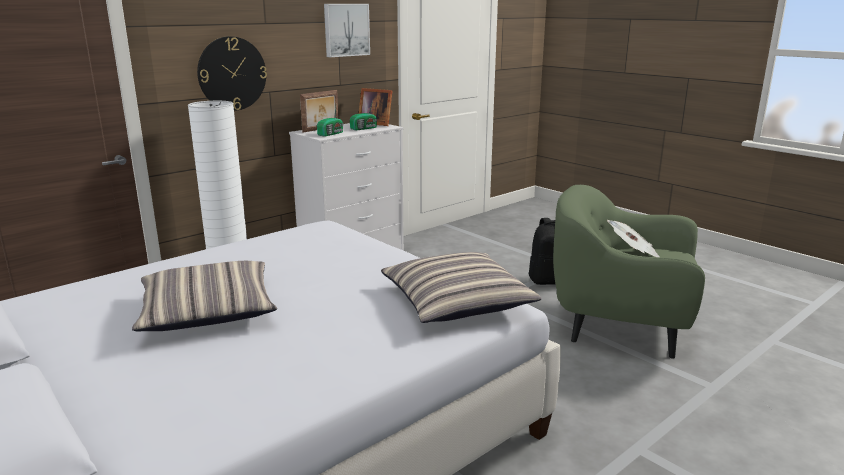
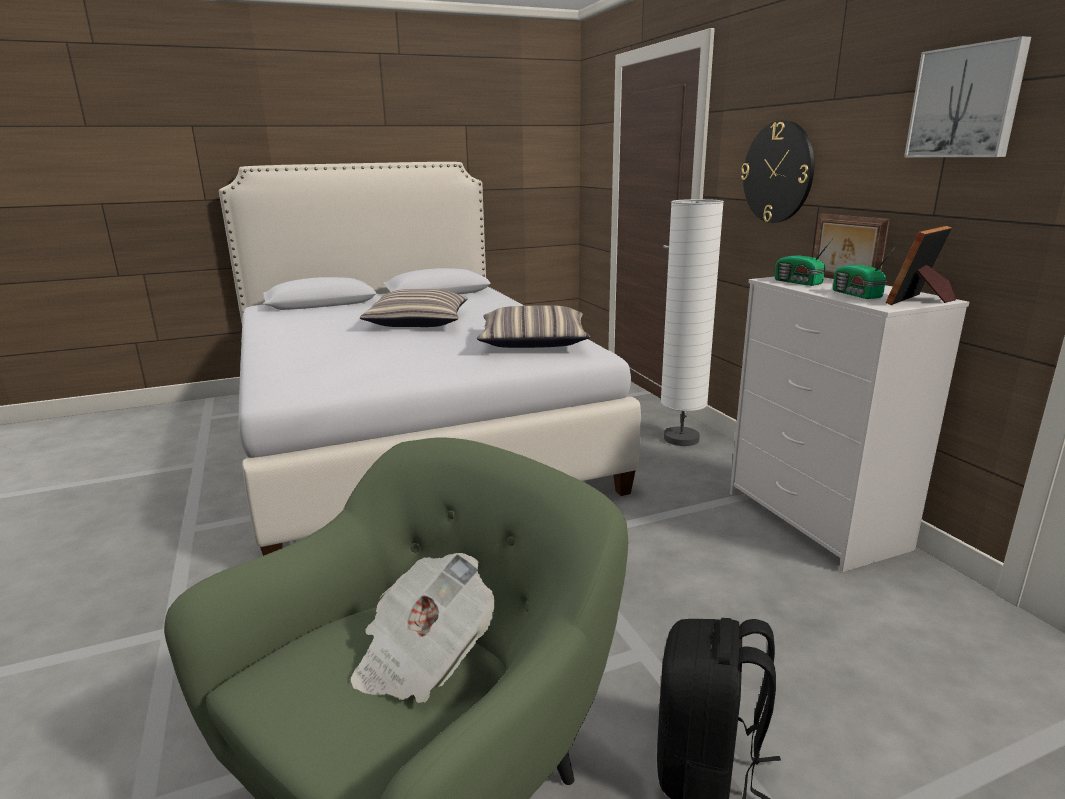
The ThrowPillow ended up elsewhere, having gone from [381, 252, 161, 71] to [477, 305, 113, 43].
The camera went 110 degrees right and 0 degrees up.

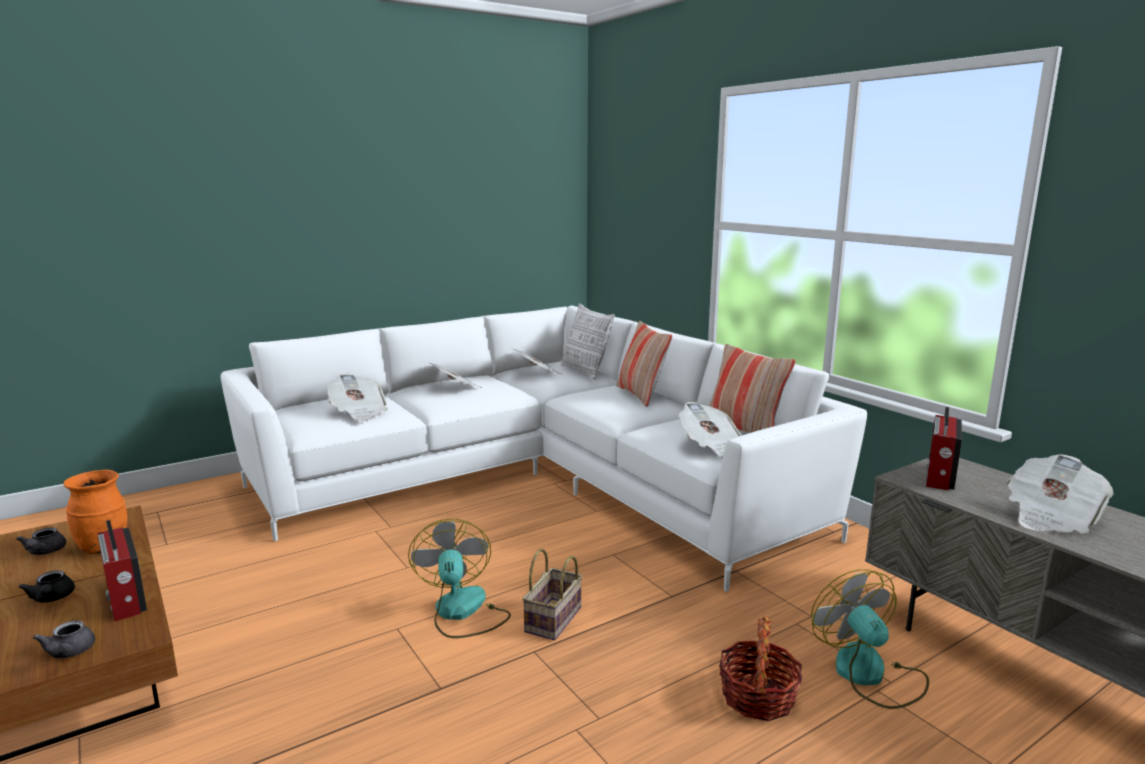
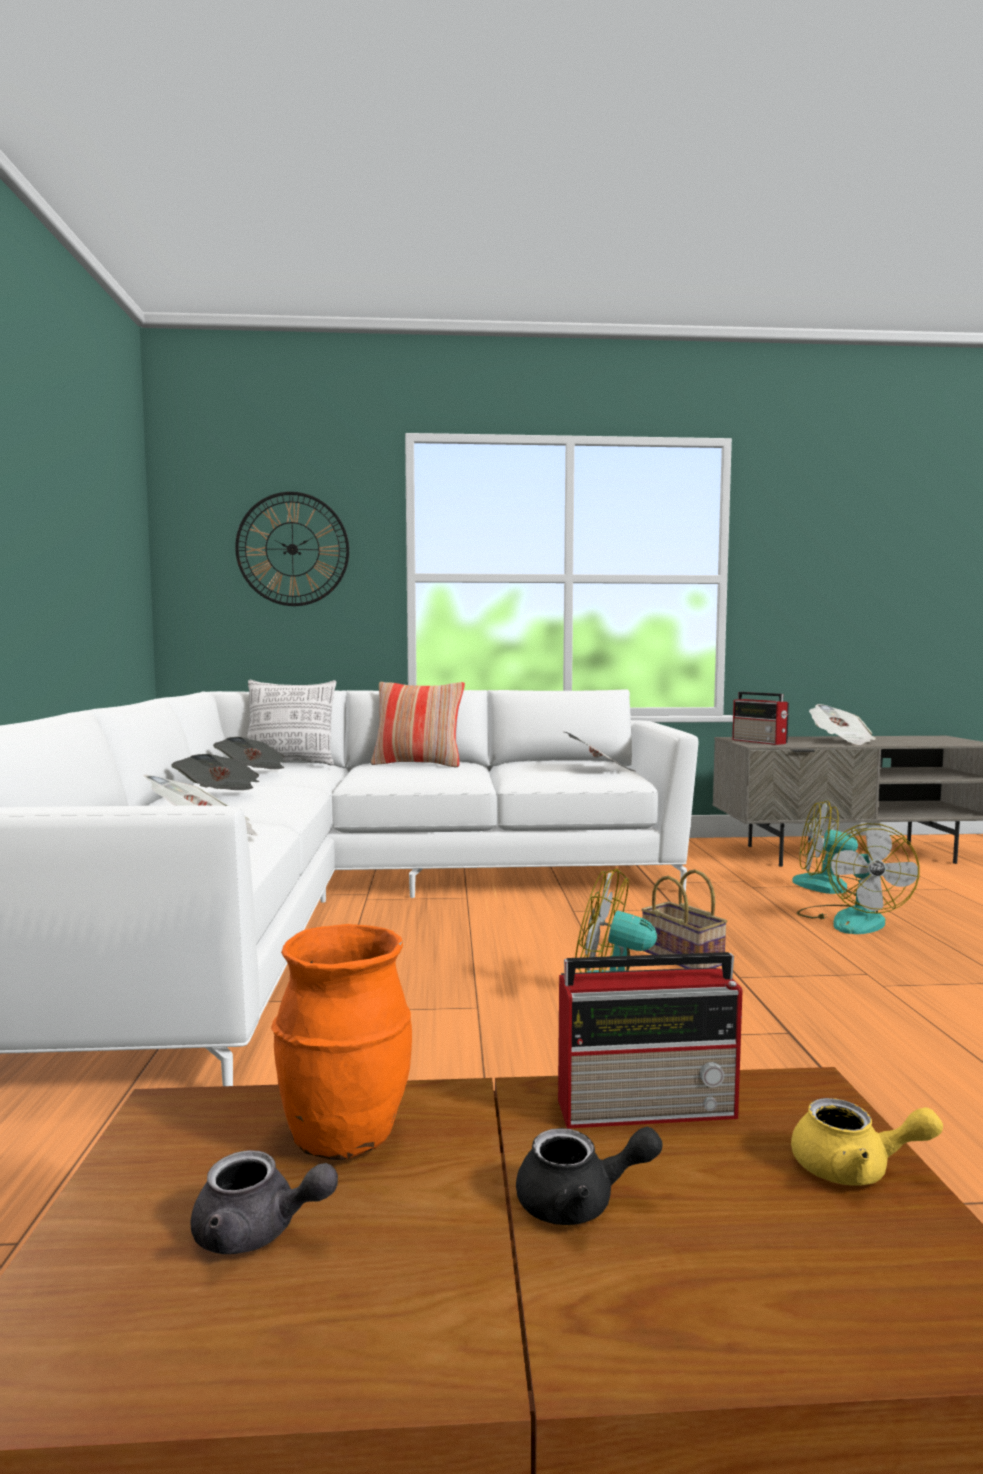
What was the GreyishPotForTea at [33, 621, 62, 37] turned into the YellowColouredPotForTea at [791, 1098, 152, 88].
The second view lost the ThrowPillow at [709, 344, 86, 89].
Where the Basket stood at [719, 617, 84, 104], the CoolingFan came to stand at [797, 823, 122, 111].
The second view gained the HangingClock at [235, 492, 114, 114].
The camera went 60 degrees left and 10 degrees down.

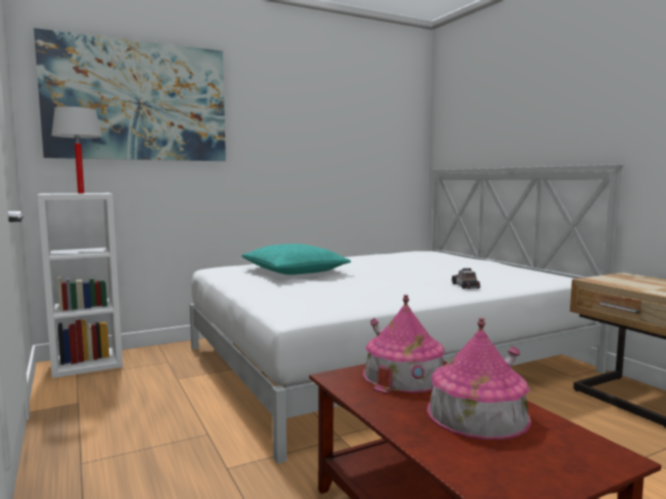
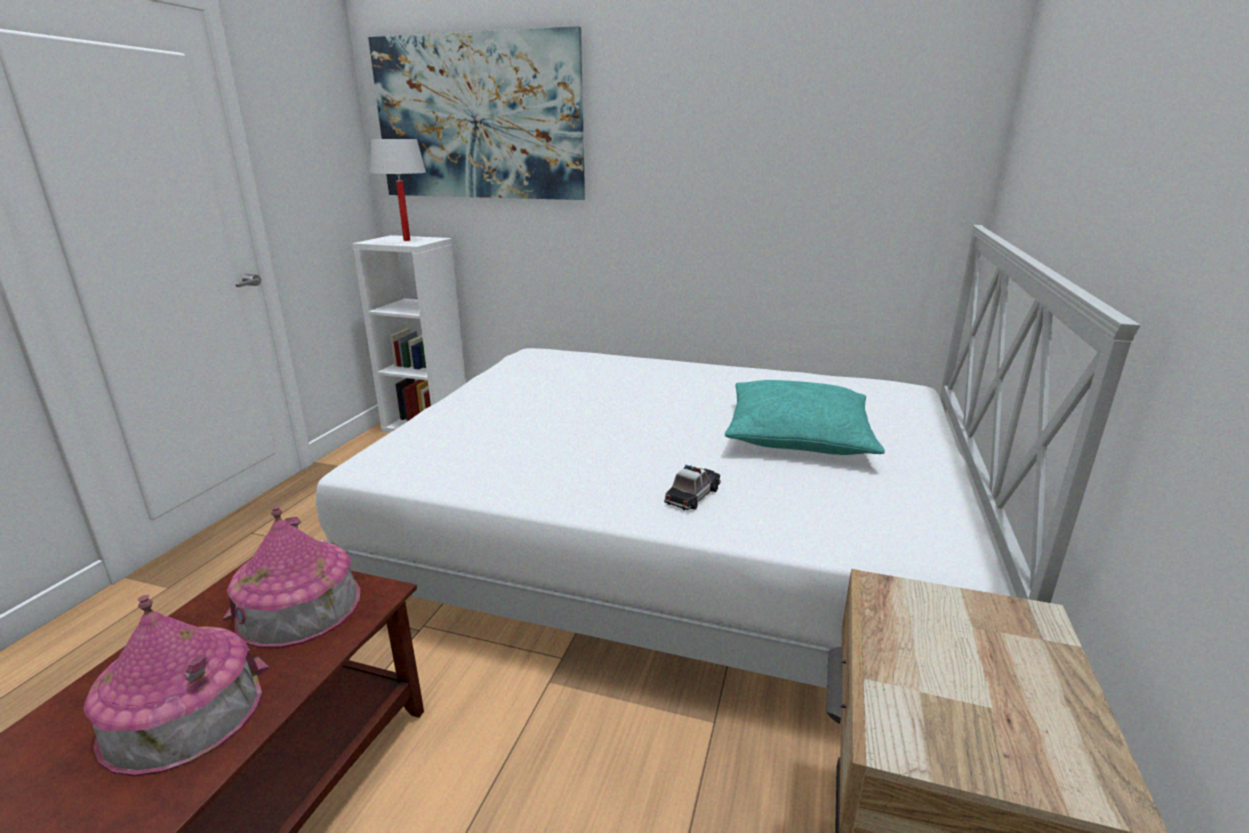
The TurquoiseColouredThrowPillow ended up elsewhere, having gone from [242, 244, 109, 31] to [725, 380, 160, 75].
The camera went 45 degrees right and 15 degrees up.

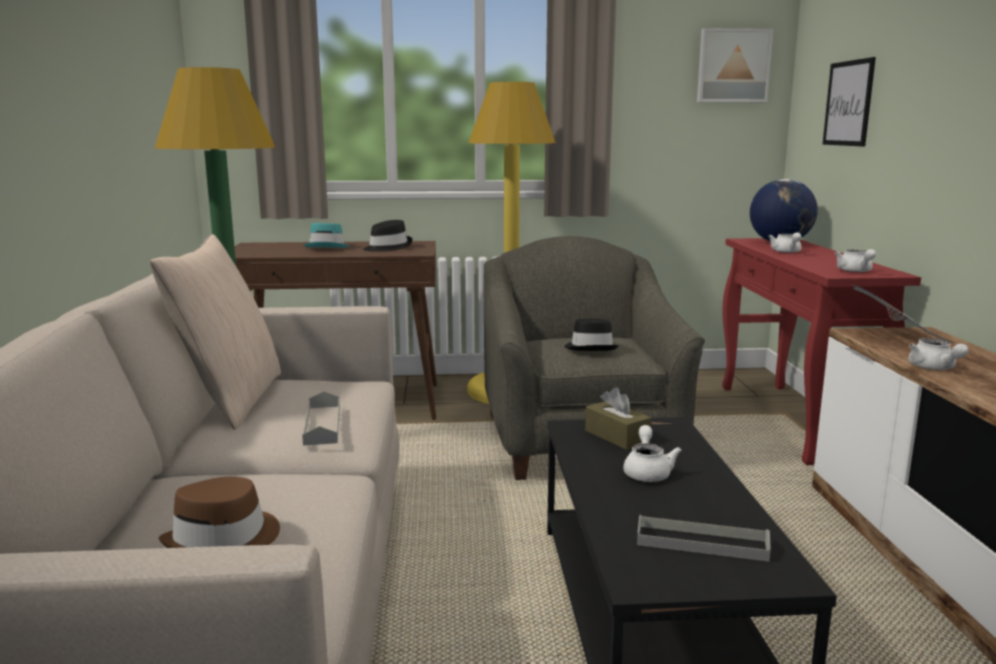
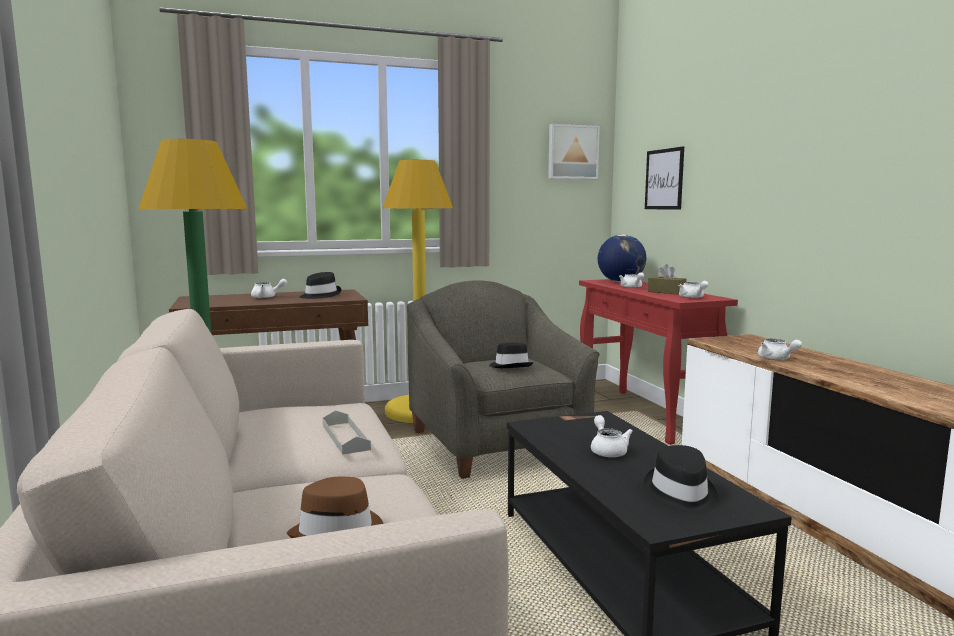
The second view lost the SandColouredThrowPillow at [149, 234, 132, 196].
Where the TurquoiseColouredHat stood at [304, 223, 45, 25], the WhitishPotForTea came to stand at [251, 279, 36, 19].
The BrownBoxOfTissues ended up elsewhere, having gone from [585, 387, 66, 63] to [648, 264, 39, 31].
Where the GreyishCarryingTray stood at [637, 515, 134, 47], the BlackishHat came to stand at [644, 445, 75, 69].
The second view lost the DailyPaper at [852, 285, 102, 58].
The camera went 15 degrees left and 5 degrees down.

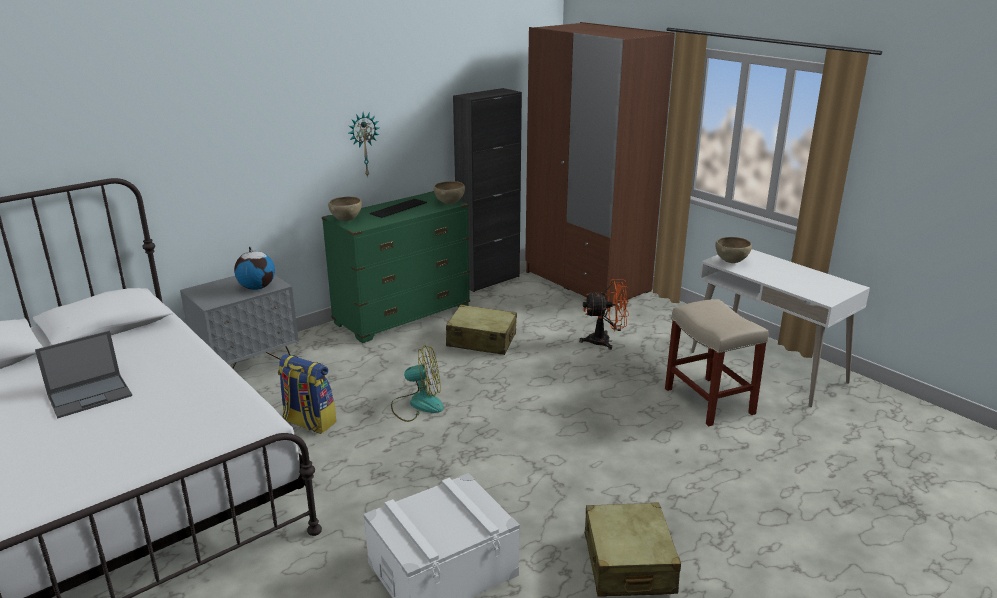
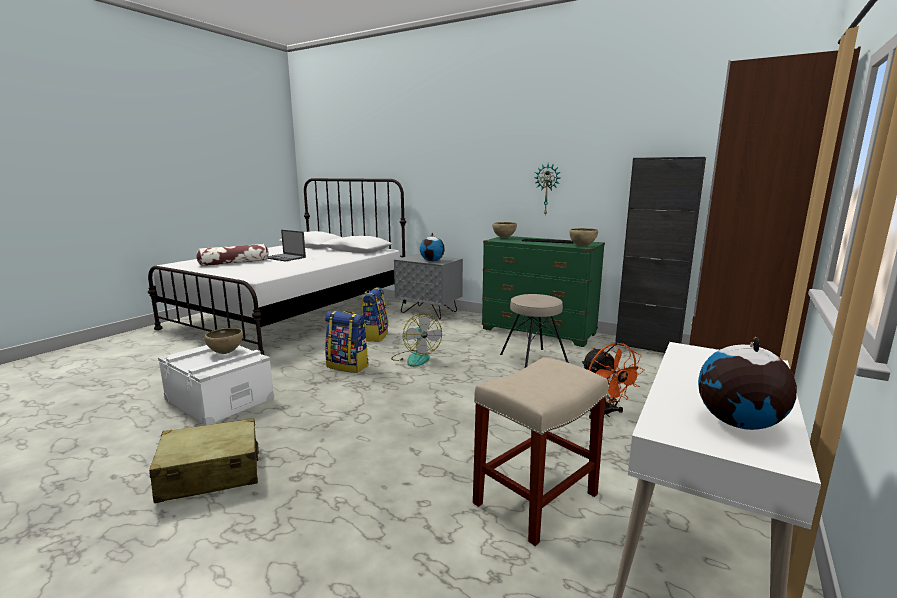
Where the SandColouredTravelCase stood at [446, 305, 71, 50], the SandColouredStoolSeat came to stand at [500, 294, 69, 74].
The BrownServingBowl ended up elsewhere, having gone from [715, 237, 37, 26] to [204, 328, 39, 26].
The second view gained the ThrowPillow at [196, 244, 73, 22].
The second view gained the Backpack at [325, 311, 44, 62].
The second view gained the DeskGlobe at [698, 337, 99, 93].
The camera went 70 degrees right and 10 degrees down.

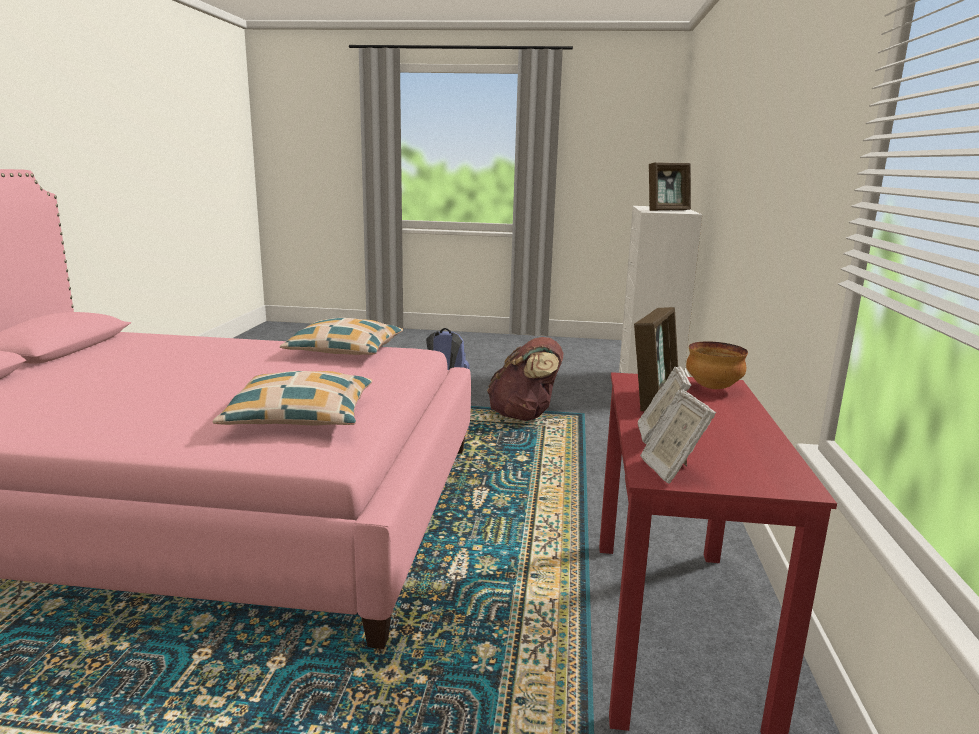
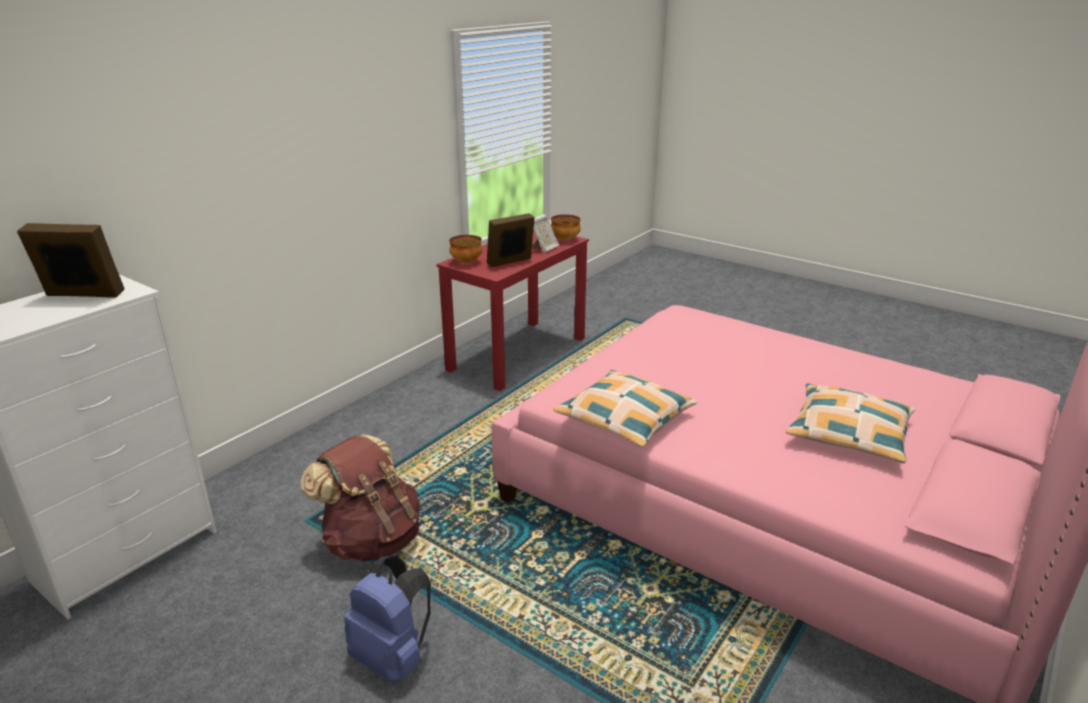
The ThrowPillow ended up elsewhere, having gone from [212, 371, 160, 54] to [786, 383, 129, 81].
Where the PictureFrame stood at [640, 389, 76, 95], the ServingBowl came to stand at [551, 215, 30, 26].
The camera went 150 degrees left and 10 degrees up.

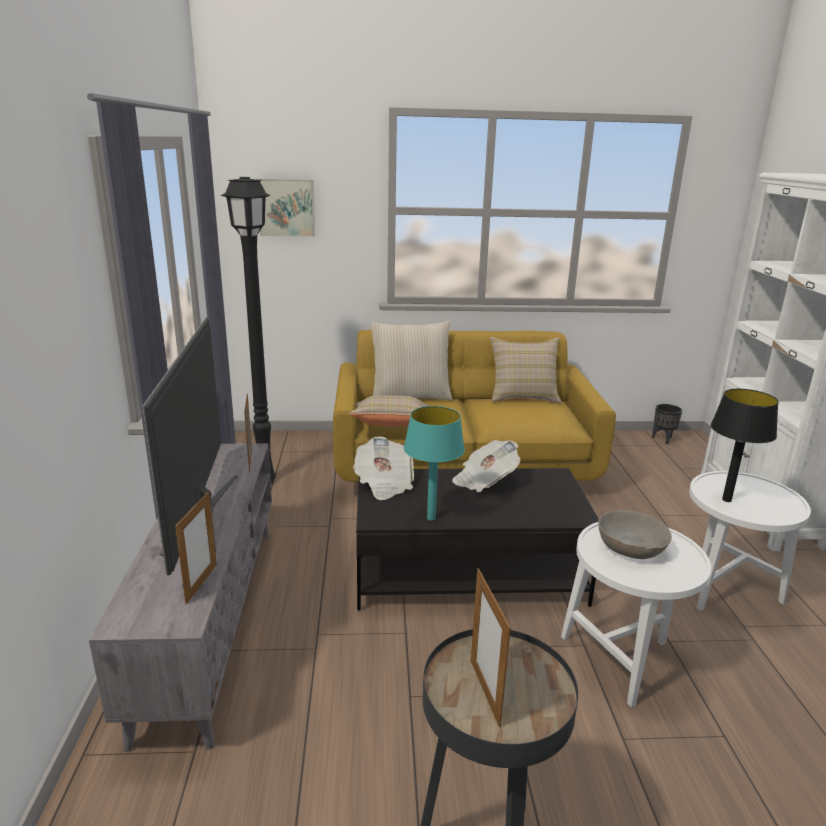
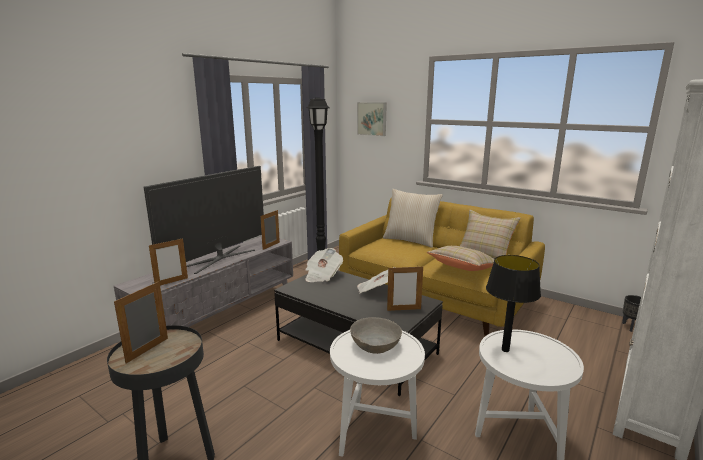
The SandColouredThrowPillow ended up elsewhere, having gone from [349, 395, 80, 31] to [427, 246, 67, 25].
The second view lost the TurquoiseColouredTabletopLamp at [404, 406, 61, 115].
The second view gained the PictureFrame at [387, 265, 36, 46].
The camera went 40 degrees right and 5 degrees down.

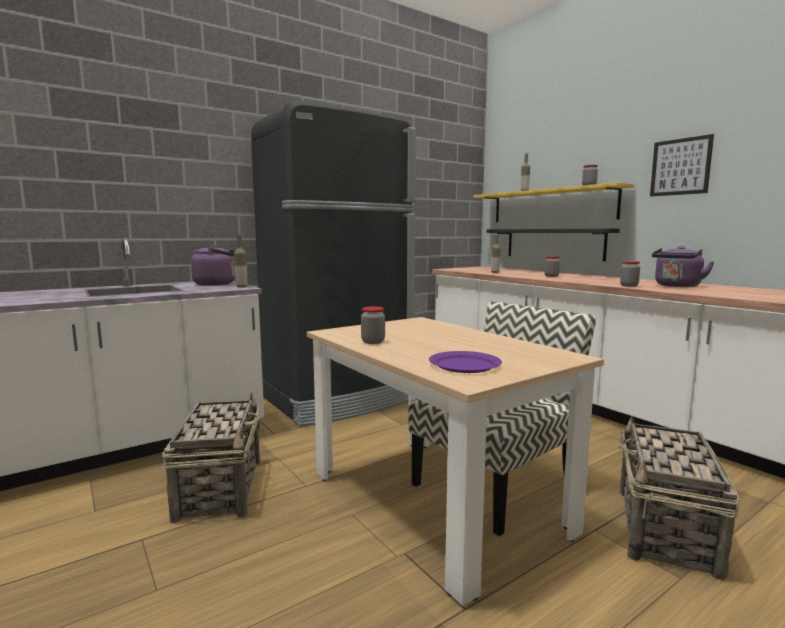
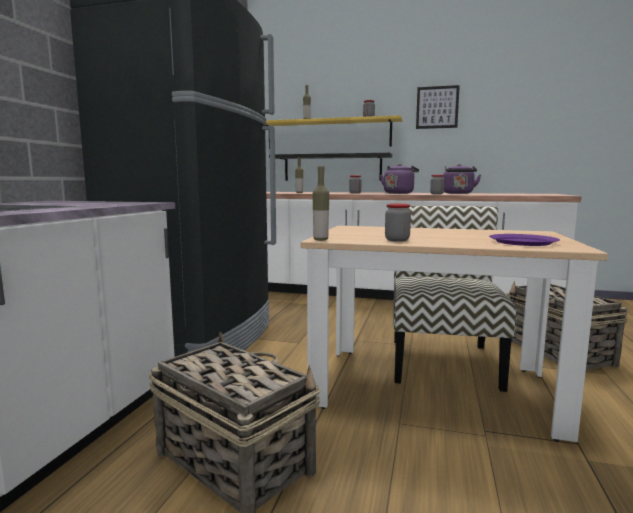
The PurpleColouredWaterKettle ended up elsewhere, having gone from [191, 245, 44, 41] to [380, 164, 39, 30].
The BeverageBottle ended up elsewhere, having gone from [234, 235, 14, 52] to [313, 166, 16, 75].
The camera went 40 degrees left and 0 degrees up.

